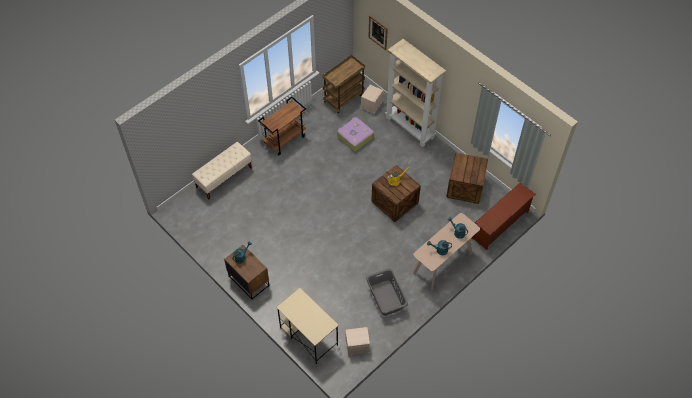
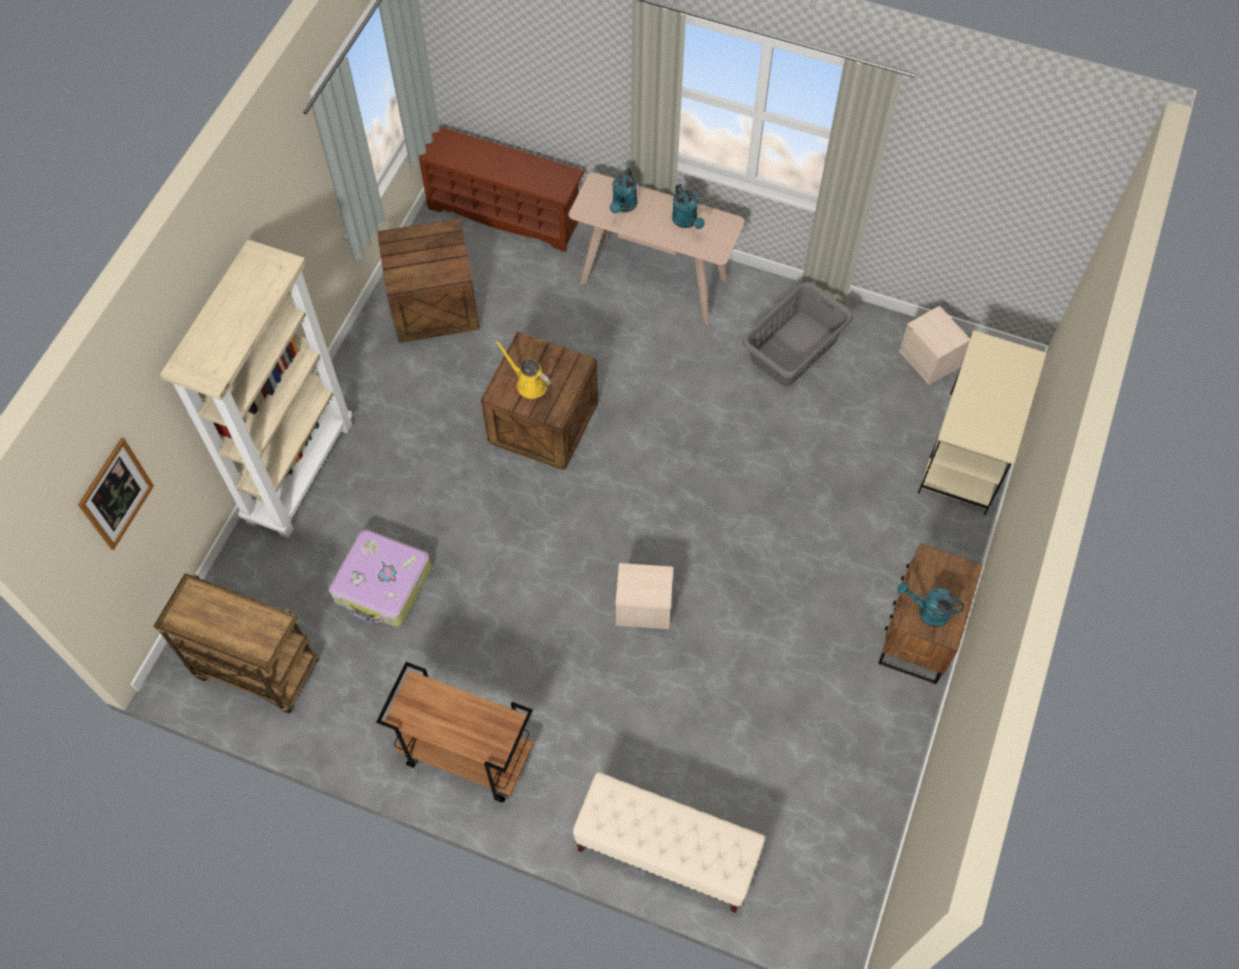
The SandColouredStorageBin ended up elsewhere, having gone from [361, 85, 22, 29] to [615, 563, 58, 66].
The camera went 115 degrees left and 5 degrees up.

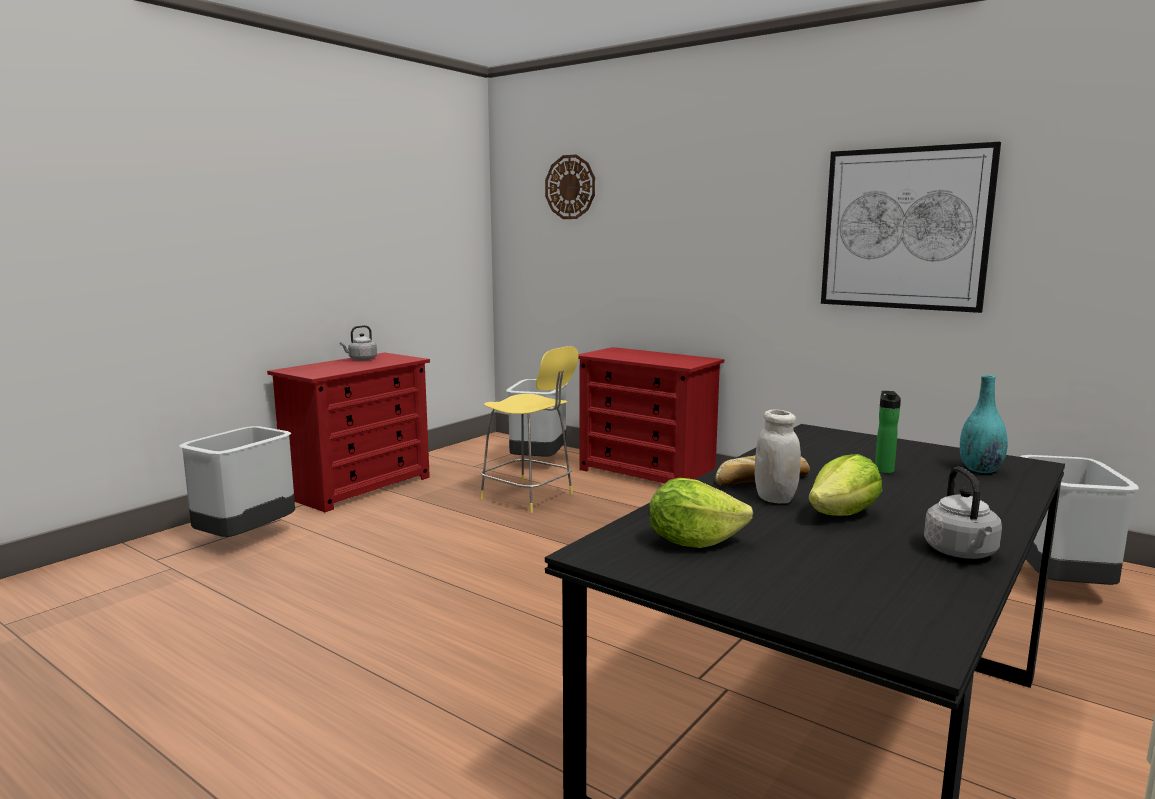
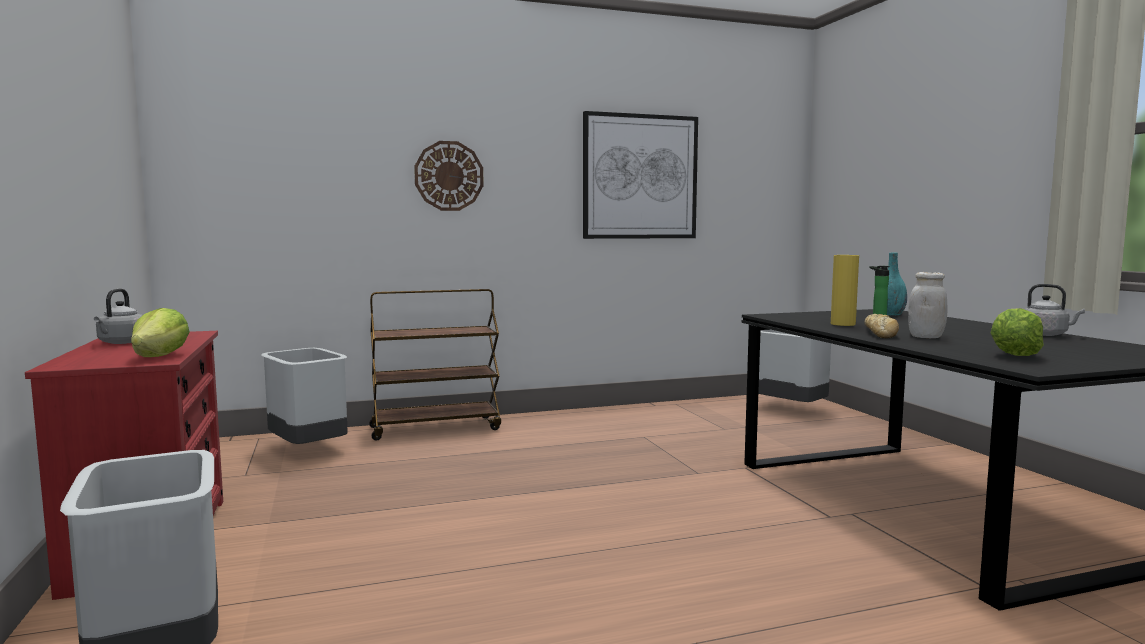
The second view lost the YellowColouredStoolSeat at [480, 346, 99, 167].
The HangingClock ended up elsewhere, having gone from [545, 154, 50, 65] to [414, 141, 70, 70].
Where the RedDrawerChest stood at [578, 347, 146, 136], the BrownCart came to stand at [369, 289, 132, 152].
The Lettuce ended up elsewhere, having gone from [809, 454, 73, 62] to [131, 308, 59, 49].
The second view gained the YellowColouredFlowerVase at [831, 255, 28, 71].
The camera went 55 degrees left and 5 degrees down.

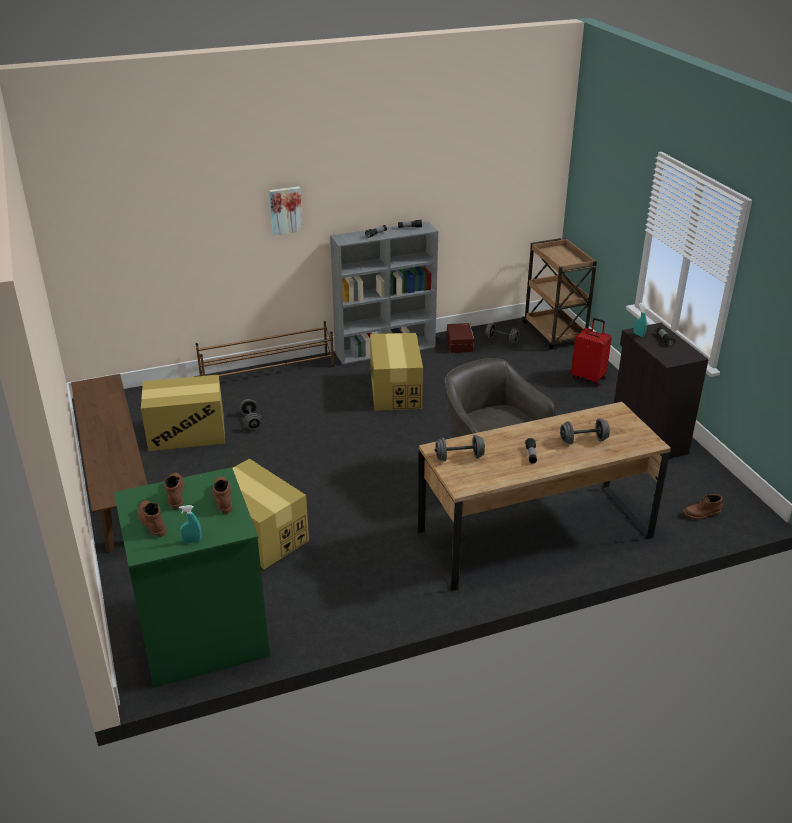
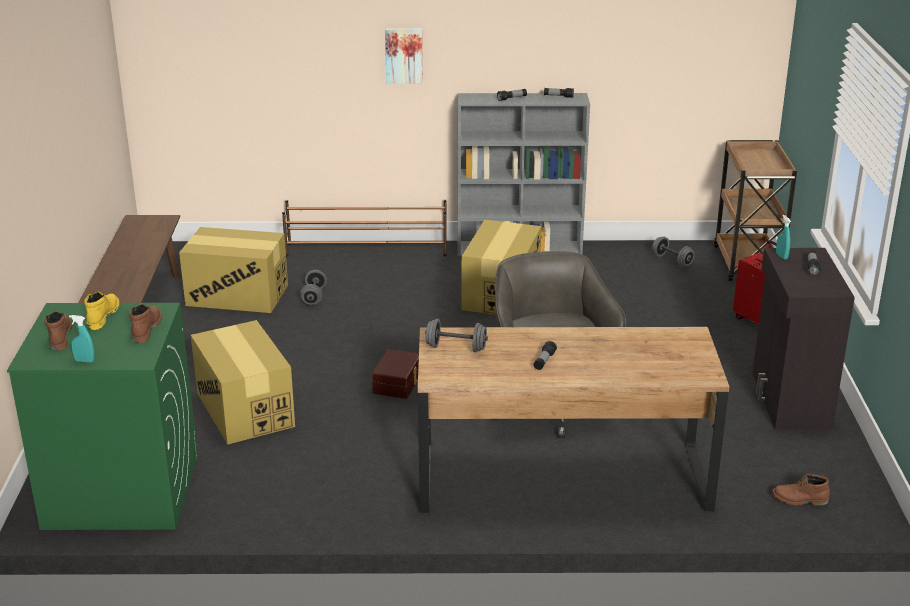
What was the BrownBoot at [164, 472, 21, 38] turned into the YellowColouredBoot at [84, 292, 35, 38].
The BrownStorageBin ended up elsewhere, having gone from [447, 323, 27, 30] to [372, 349, 47, 50].
The second view lost the GreyishHandWeight at [560, 418, 50, 26].
The camera went 20 degrees right and 5 degrees down.

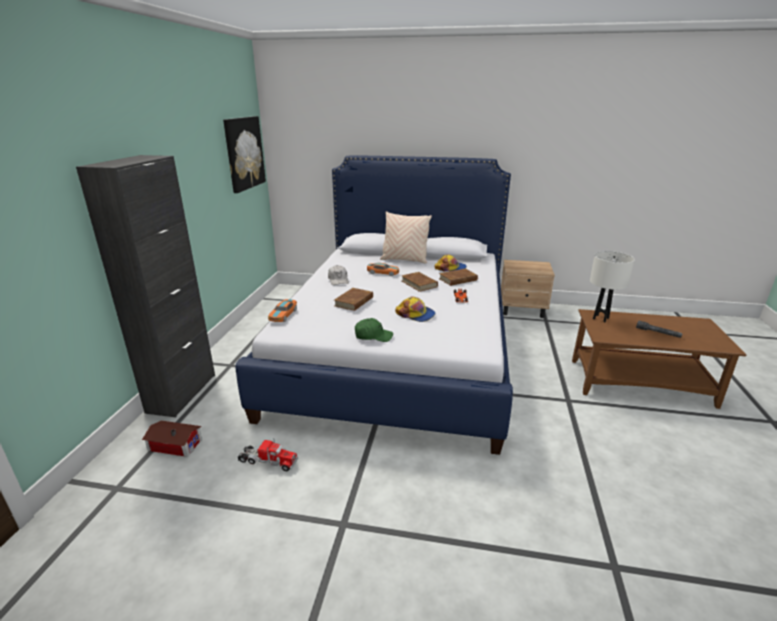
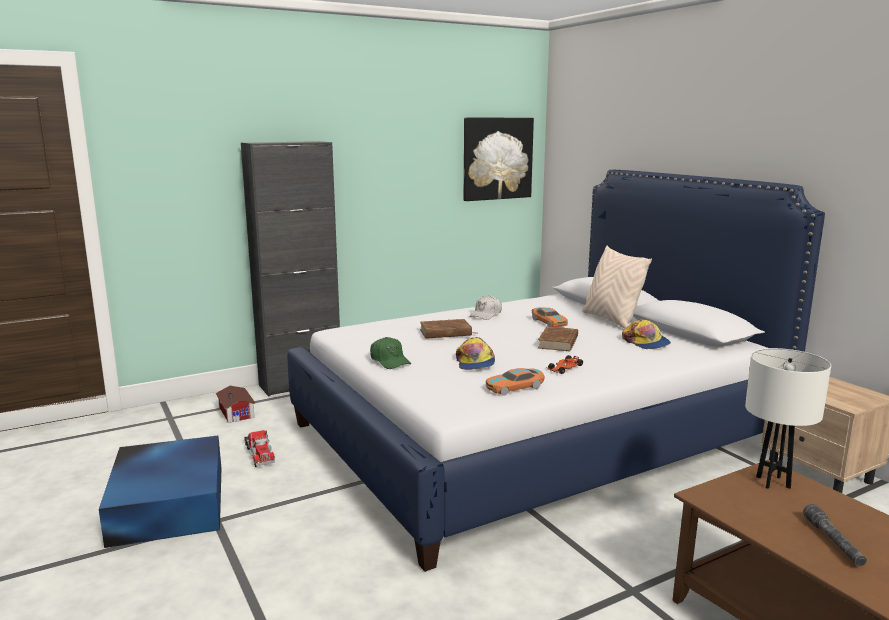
The ToyCar ended up elsewhere, having gone from [268, 299, 29, 23] to [486, 368, 59, 28].
The second view lost the BrownBook at [439, 269, 39, 17].
The second view gained the BlueStorageBin at [99, 436, 122, 112].
The camera went 50 degrees right and 10 degrees down.

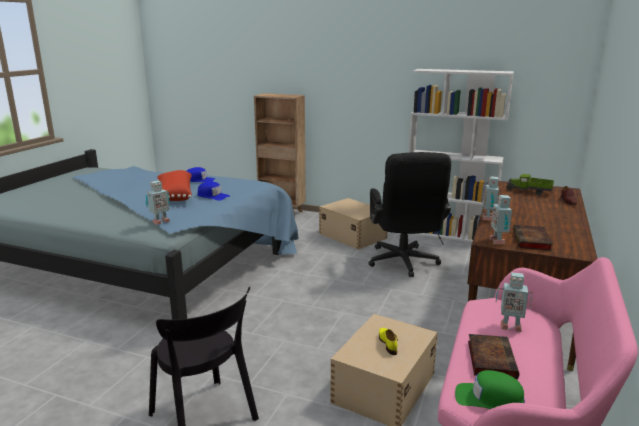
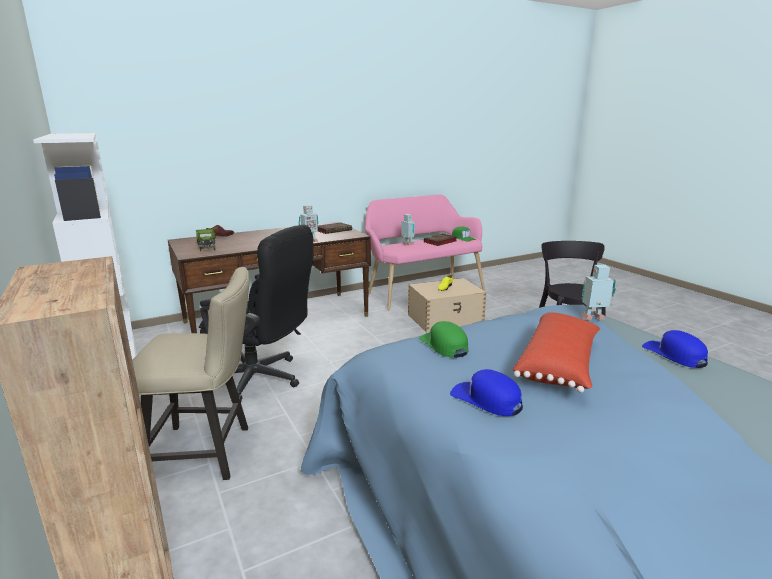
The BluePeakedCap ended up elsewhere, having gone from [198, 182, 32, 19] to [642, 330, 66, 38].
Where the SandColouredStorageBin stood at [319, 198, 68, 52], the SandColouredPlainChair came to stand at [132, 267, 118, 213].
The BlackishOfficeChair at [369, 152, 82, 125] ended up facing another way, 75 degrees clockwise from before.
The second view lost the ToyRobot at [490, 195, 22, 49].
The second view gained the GreenPeakedCap at [419, 321, 49, 37].
The camera went 140 degrees left and 0 degrees up.

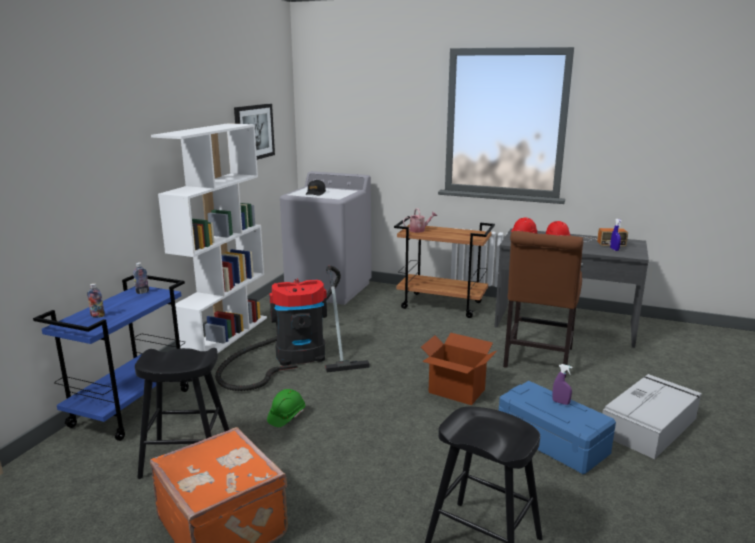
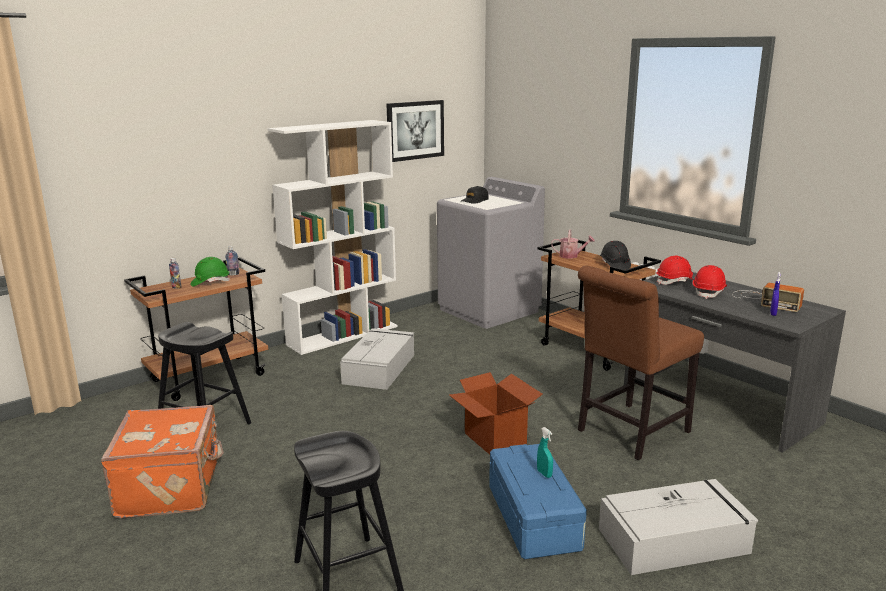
What was the BlueCart at [33, 275, 156, 166] turned into the BrownCart at [124, 257, 144, 144].
Where the VacuumCleaner stood at [215, 266, 154, 125], the GreyishStorageBin came to stand at [340, 328, 74, 62].
The GreenSafetyHelmet ended up elsewhere, having gone from [267, 389, 38, 38] to [190, 257, 40, 30].
What was the PurpleColouredSprayer at [552, 364, 20, 41] turned into the TurquoiseColouredSprayer at [537, 427, 16, 51].
The second view gained the BlackishSafetyHelmet at [600, 241, 31, 29].
The camera went 30 degrees right and 0 degrees up.

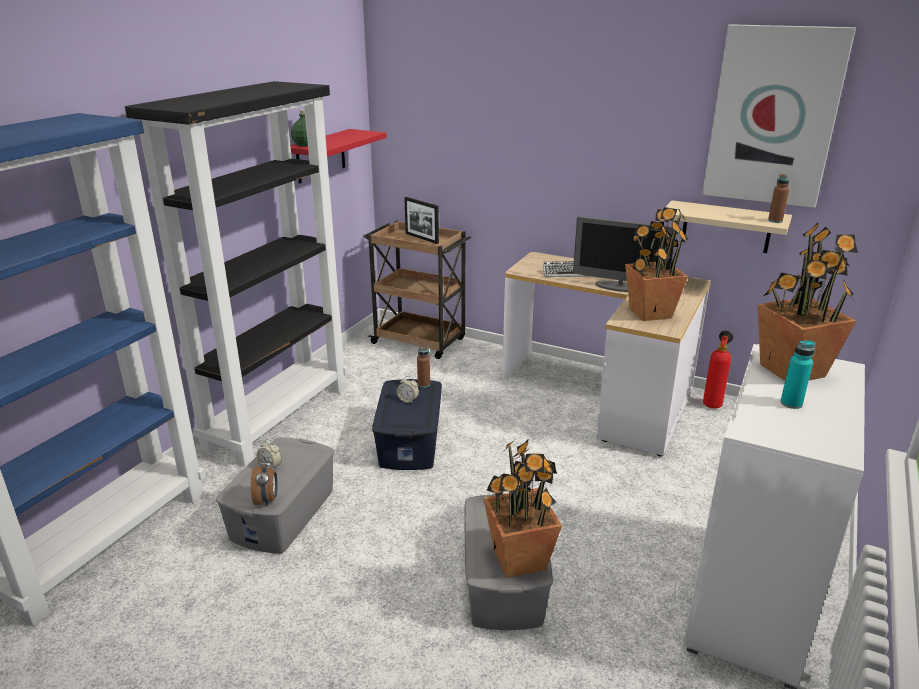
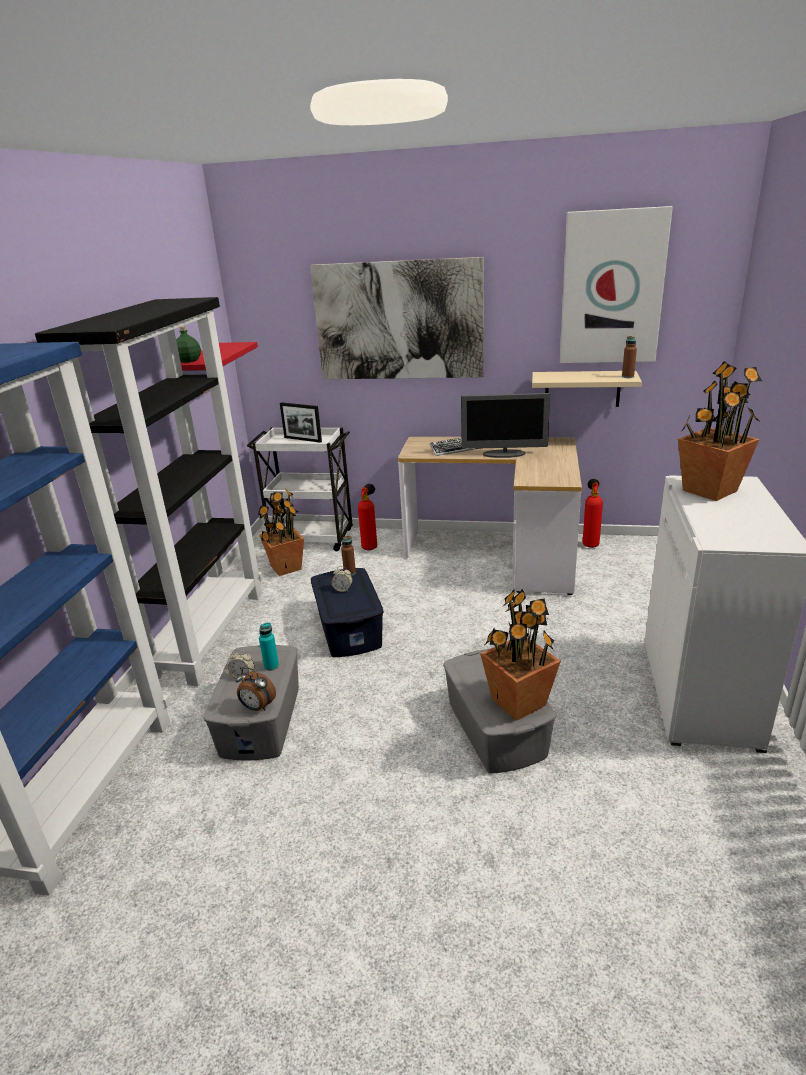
The TableClock at [251, 456, 27, 51] ended up facing another way, 135 degrees clockwise from before.
What was the BrownCart at [364, 221, 107, 138] turned into the WhitishCart at [247, 427, 106, 124].
The PlantInAPot ended up elsewhere, having gone from [625, 207, 63, 114] to [258, 489, 46, 87].
The TurquoiseColouredBeverageBottle ended up elsewhere, having gone from [780, 340, 36, 69] to [259, 623, 20, 48].
The second view gained the Picture at [310, 257, 174, 122].
The second view gained the FireExtinguisher at [358, 484, 19, 66].
The camera went 15 degrees left and 0 degrees up.

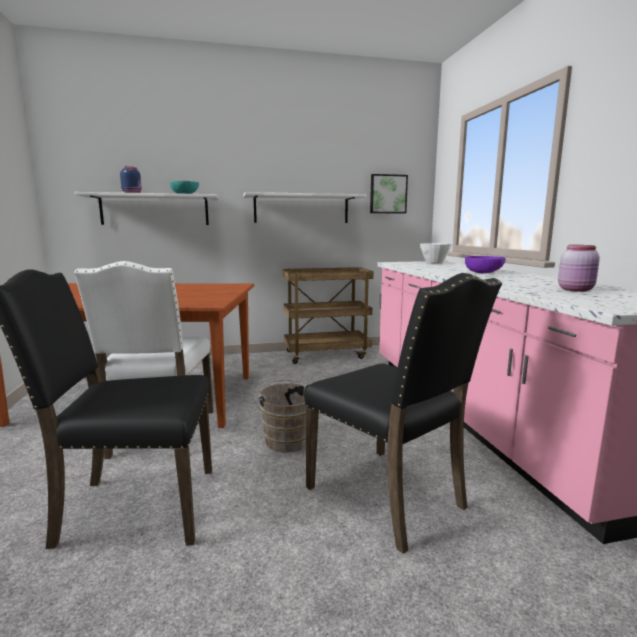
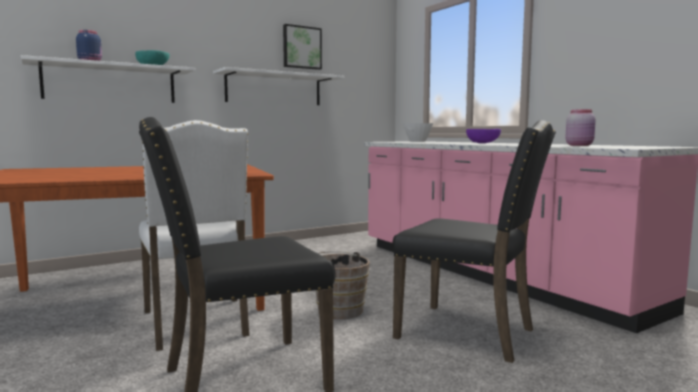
The second view lost the BrownCart at [283, 267, 91, 97].
The Picture ended up elsewhere, having gone from [370, 174, 38, 40] to [283, 24, 39, 46].
The camera went 20 degrees left and 5 degrees down.

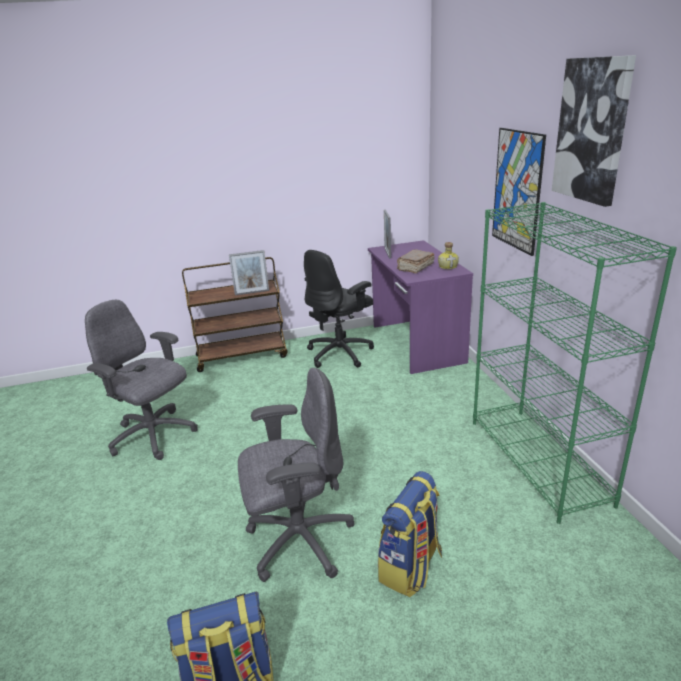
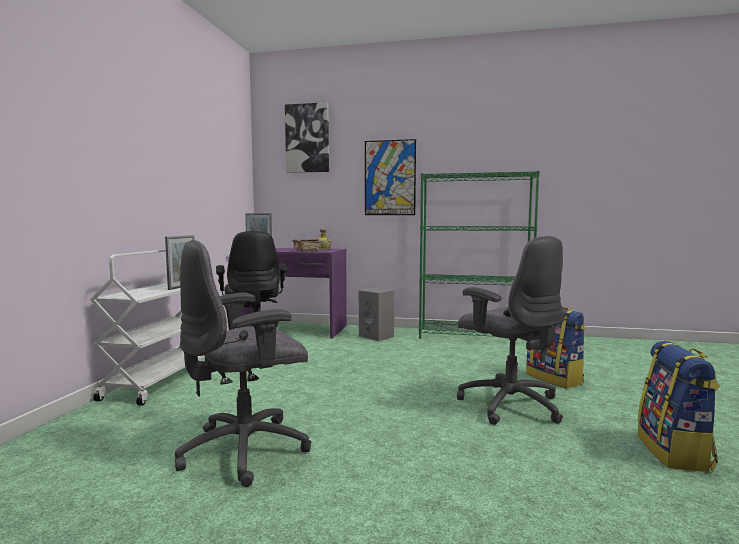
What was the BrownCart at [182, 257, 105, 115] turned into the WhitishCart at [90, 250, 115, 156].
The GreyishOfficeChair at [238, 368, 117, 214] ended up facing another way, 135 degrees clockwise from before.
The Picture ended up elsewhere, having gone from [552, 55, 84, 152] to [285, 102, 44, 71].
The second view gained the GreyishAudioSpeaker at [359, 288, 35, 53].
The camera went 65 degrees left and 20 degrees down.

